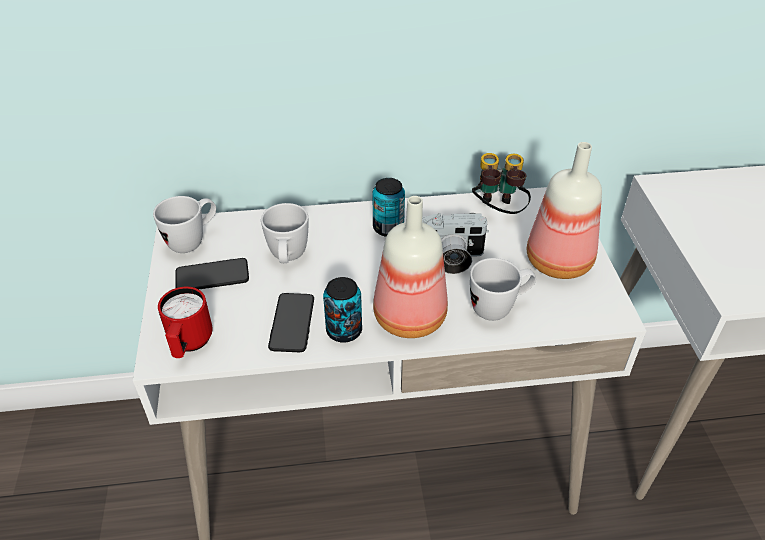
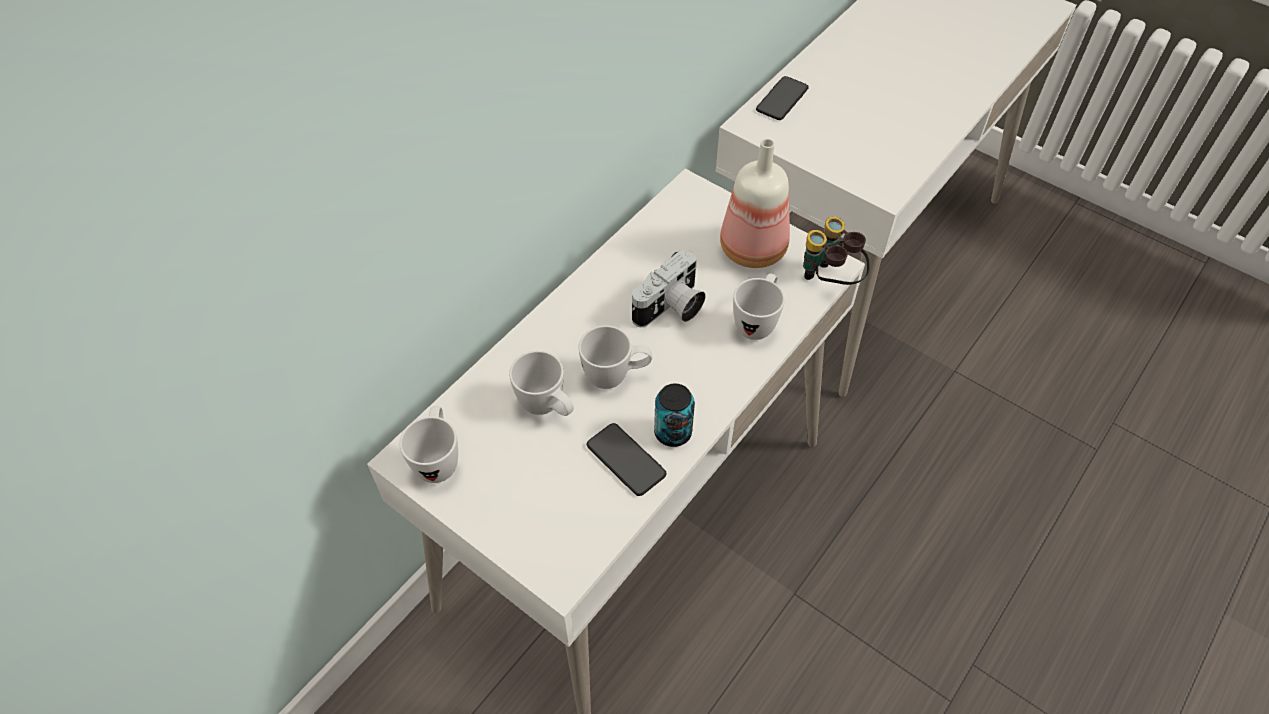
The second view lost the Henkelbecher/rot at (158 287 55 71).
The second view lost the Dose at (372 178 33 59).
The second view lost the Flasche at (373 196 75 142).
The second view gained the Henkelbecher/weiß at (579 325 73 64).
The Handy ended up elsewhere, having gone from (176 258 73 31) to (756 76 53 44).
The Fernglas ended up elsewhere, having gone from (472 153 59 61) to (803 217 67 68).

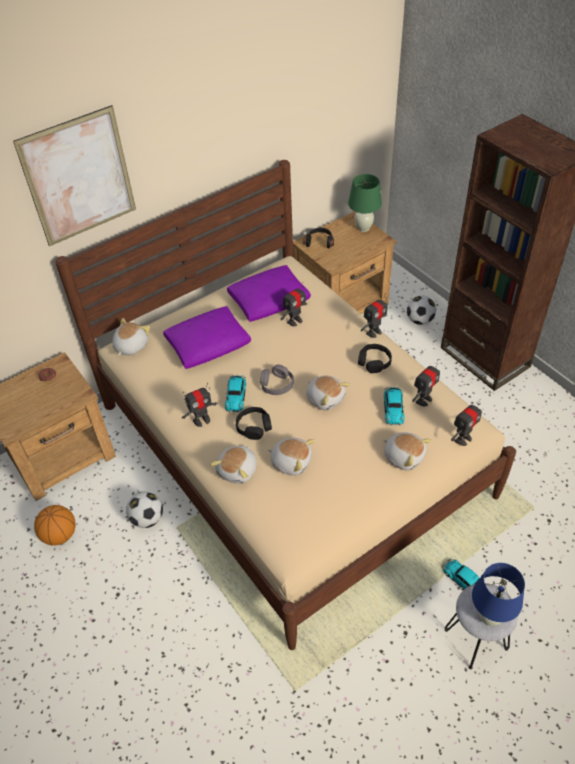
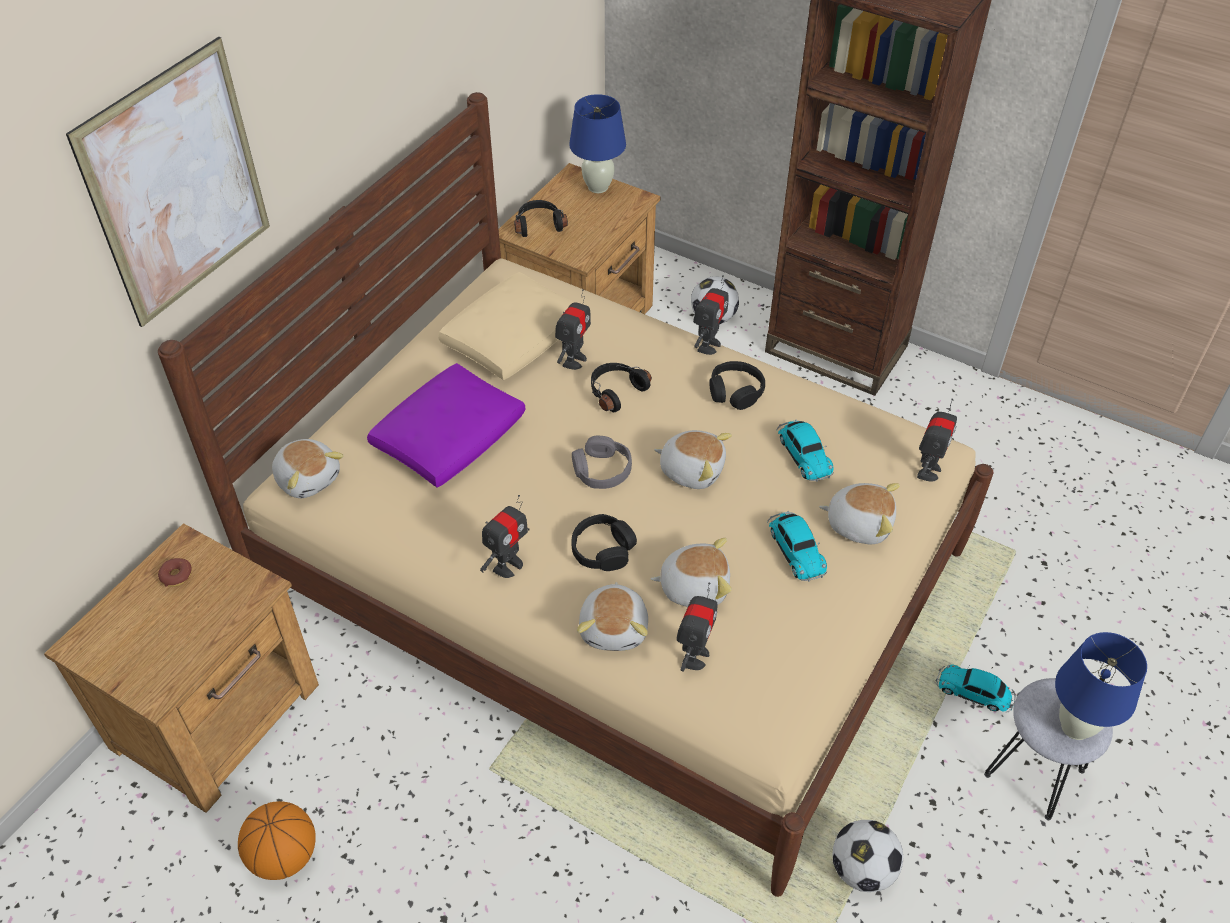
The second view gained the Kopfhörer/schwarz at (591 363 61 49).
The Fußball ended up elsewhere, having gone from (126 492 37 36) to (832 820 71 72).
The Spielzeugauto ended up elsewhere, having gone from (225 375 21 38) to (767 511 60 71).
The Spielzeugroboter ended up elsewhere, having gone from (412 360 28 47) to (676 582 41 90).
What was the Kissen/lila at (227 265 84 57) turned into the Kissen/beige at (438 272 136 108).
What was the Tischlampe/grün at (348 174 34 58) turned into the Tischlampe/blau at (569 94 57 99).
The Plüschtier at (112 318 38 38) ended up facing another way, 135 degrees clockwise from before.

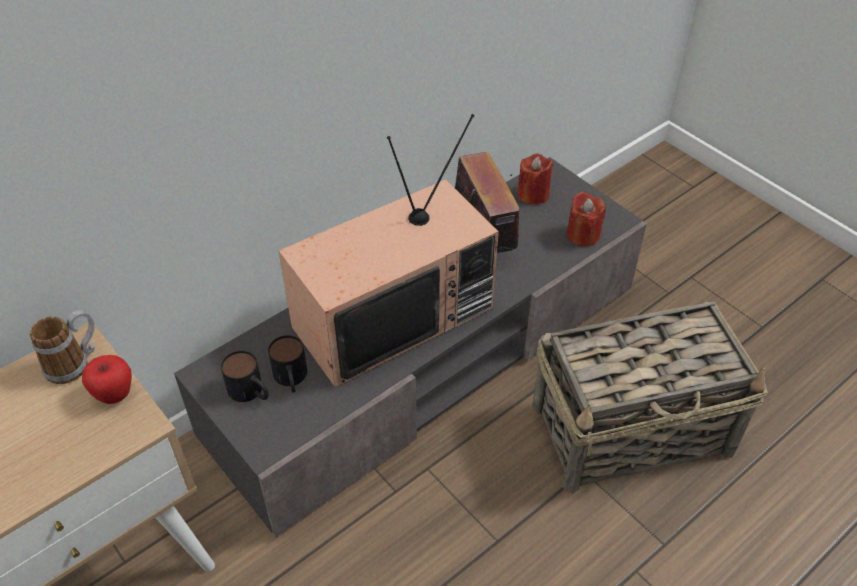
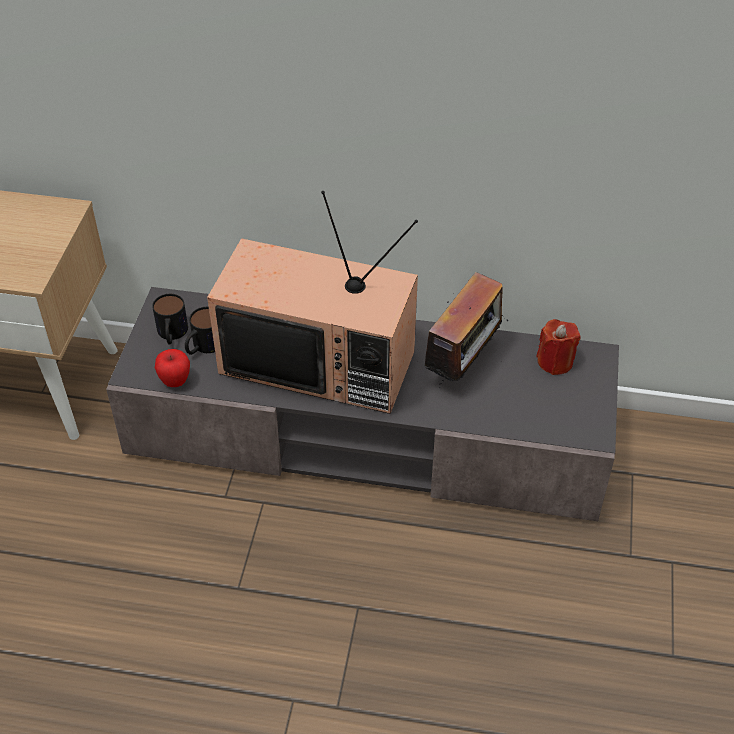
The second view lost the Henkelbecher at (30 310 65 74).
The second view lost the Korb at (532 302 236 192).
The second view lost the Kerze/rot at (567 191 39 56).
The Apfel ended up elsewhere, having gone from (82 355 50 49) to (155 349 35 38).

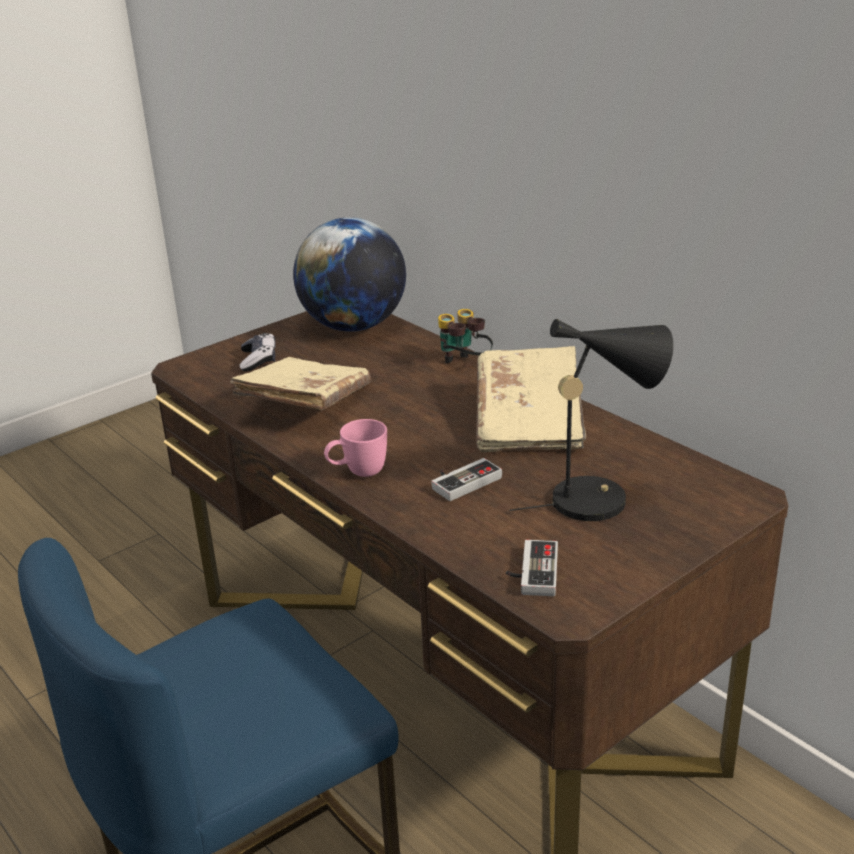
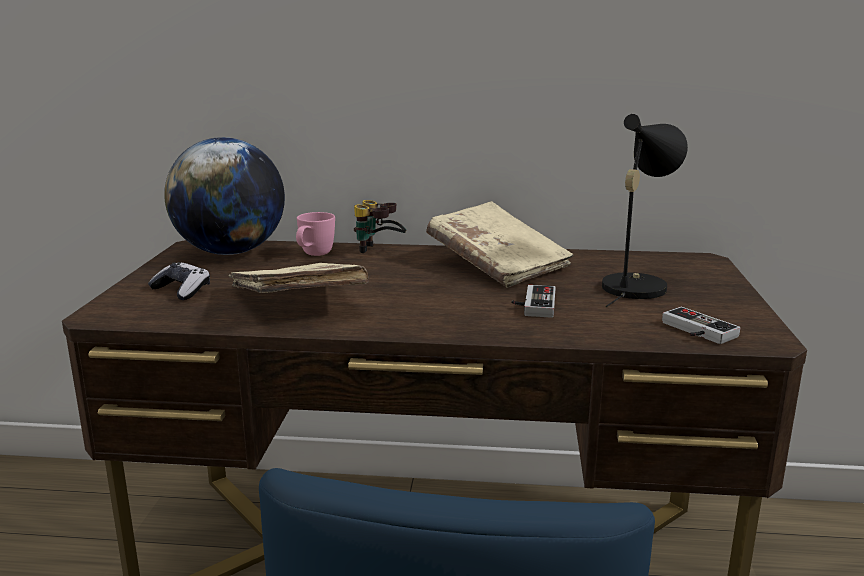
The Henkelbecher/rosa ended up elsewhere, having gone from (324 419 63 58) to (296 212 39 44).

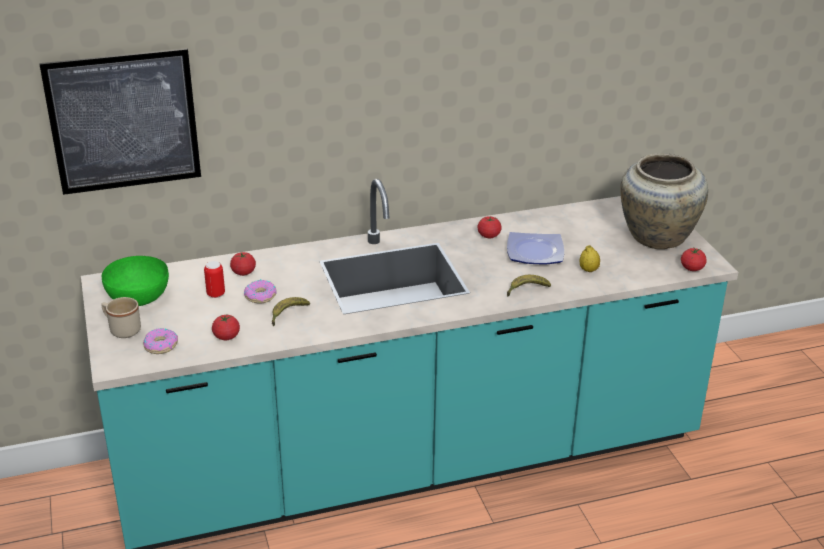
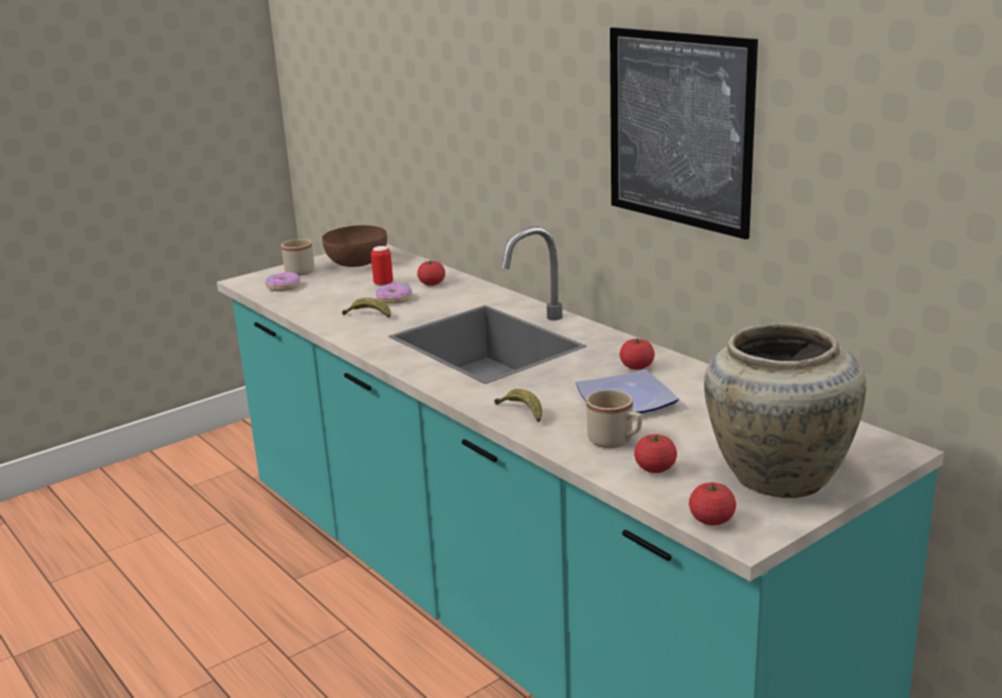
The Bild ended up elsewhere, having gone from (39 48 162 147) to (610 27 148 212).
The Tomate ended up elsewhere, having gone from (212 313 28 27) to (634 434 43 39).
Where the Zitrone stood at (580 245 20 27), the Henkelbecher/beige came to stand at (586 390 56 58).
What was the Schüssel/grün at (101 256 68 50) turned into the Schüssel/braun at (322 225 65 42).

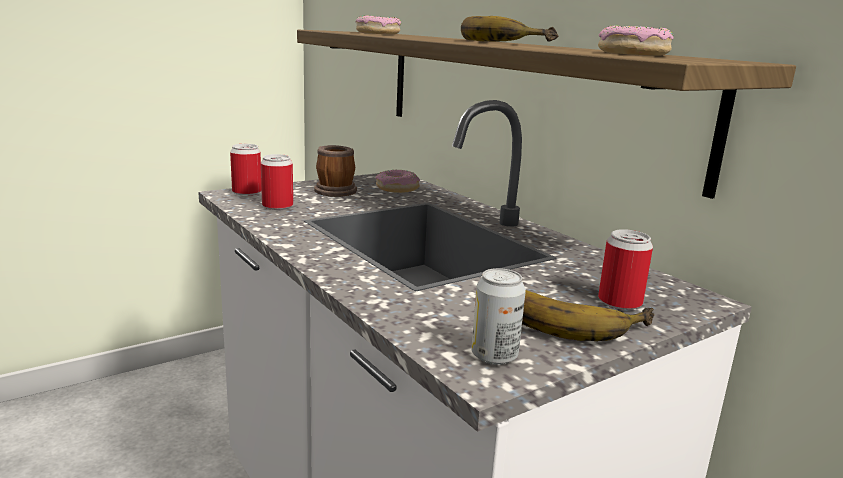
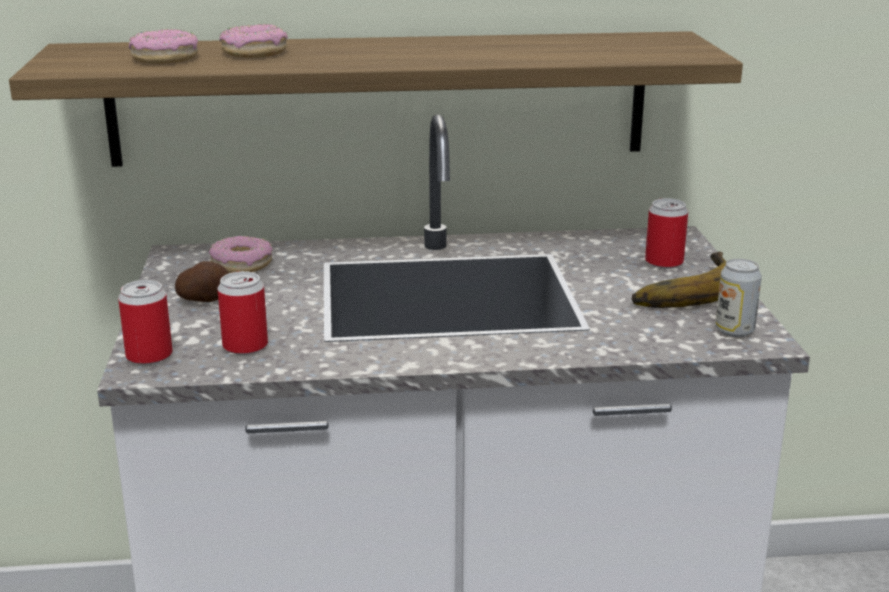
The second view lost the Banane at (461 16 98 26).
The Donut ended up elsewhere, having gone from (598 25 75 31) to (219 24 69 34).
Where the Henkelbecher stood at (314 145 43 52), the Kartoffel came to stand at (175 261 54 41).

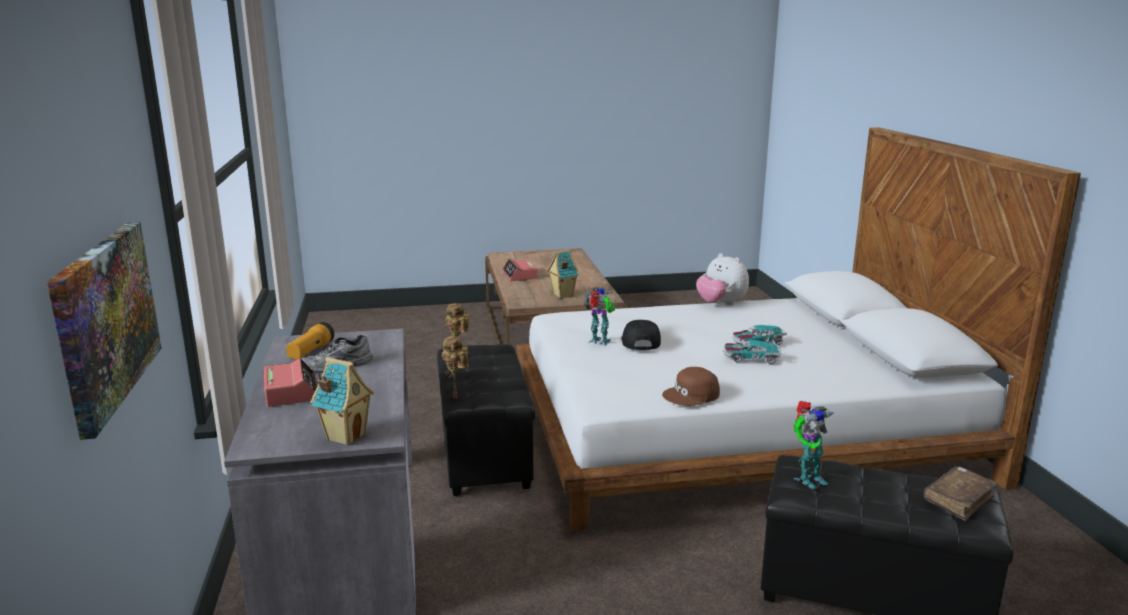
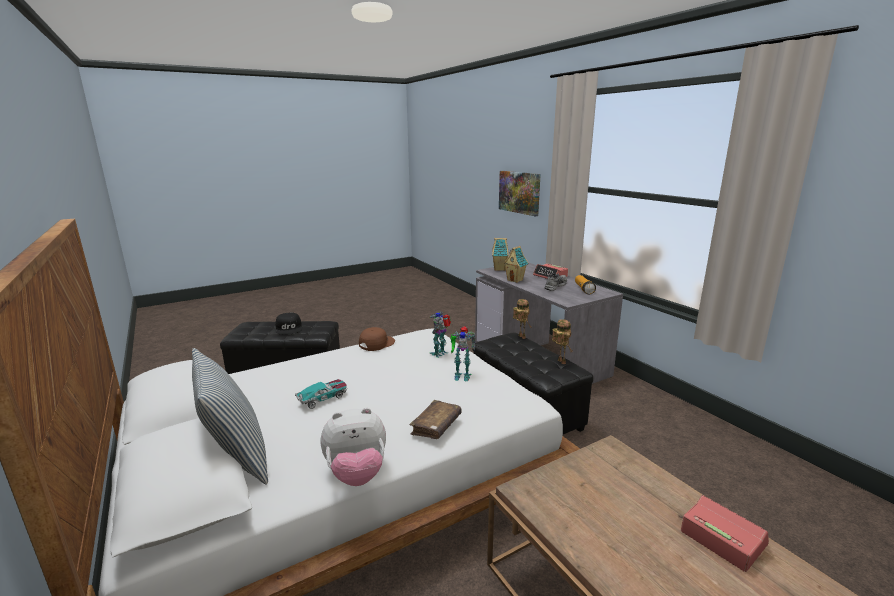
The second view lost the Spielzeugauto at (723 340 58 24).
The second view gained the Kissen at (192 348 76 137).
The Spielzeughaus ended up elsewhere, having gone from (547 249 32 49) to (503 246 25 37).
The Kappe/schwarz ended up elsewhere, having gone from (621 320 40 30) to (275 312 27 23).
The Spielzeugroboter ended up elsewhere, having gone from (793 401 41 88) to (429 312 22 46).
The Buch/braun ended up elsewhere, having gone from (924 466 74 55) to (409 400 53 39).
The Plüschtier at (696 253 53 52) ended up facing another way, 135 degrees clockwise from before.

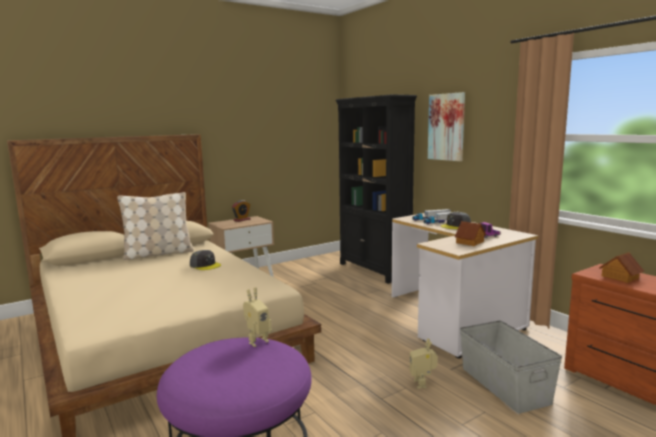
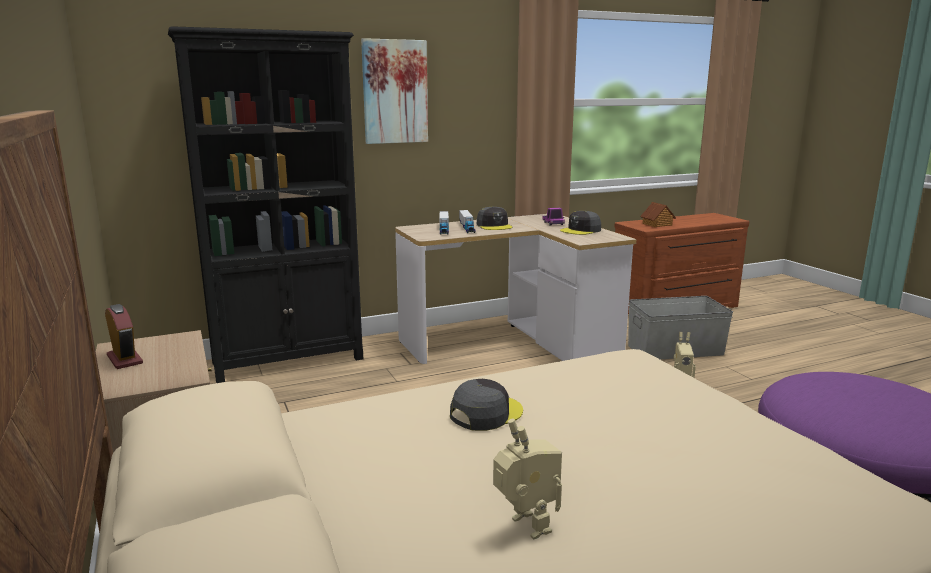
The second view lost the Kissen/beige at (117 192 77 68).
The Spielzeugroboter ended up elsewhere, having gone from (243 288 28 59) to (493 419 69 120).
Where the Spielzeughaus stood at (455 221 31 25), the Kappe/grau came to stand at (560 211 41 24).

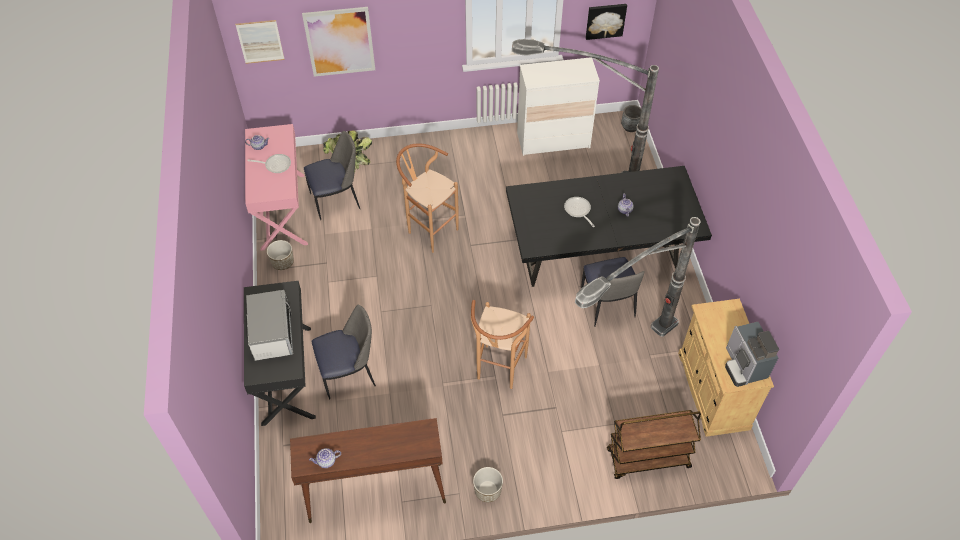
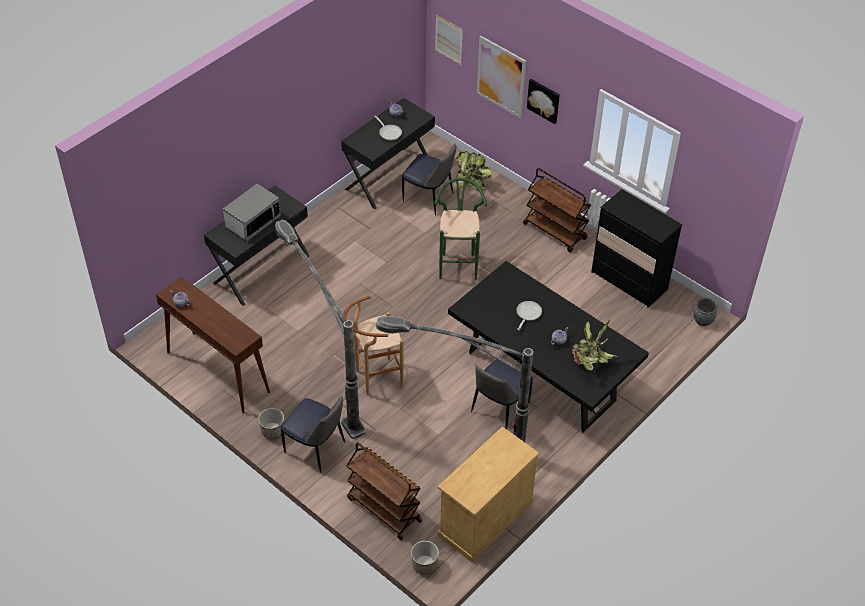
The second view lost the Kaffeemaschine at (725 322 54 65).
The second view gained the Rollwagen/braun at (523 168 68 84).
The second view gained the Topfpflanze at (572 318 45 52).
The Pflanzkübel ended up elsewhere, having gone from (267 240 27 30) to (411 541 28 33).
The Stuhl ended up elsewhere, having gone from (311 304 65 95) to (280 396 65 76).
The Stehlampe ended up elsewhere, having gone from (512 39 147 134) to (275 220 91 219).
The Bild ended up elsewhere, having gone from (586 4 41 36) to (527 79 33 45).
What was the Schreibtisch/rosa at (245 124 63 127) turned into the Schreibtisch/schwarz at (341 98 94 111).
What was the Hocker/braun at (396 143 63 110) turned into the Hocker/grün at (434 178 53 102).
What was the Kommode/weiß at (517 57 83 99) turned into the Kommode/schwarz at (591 189 91 119).

